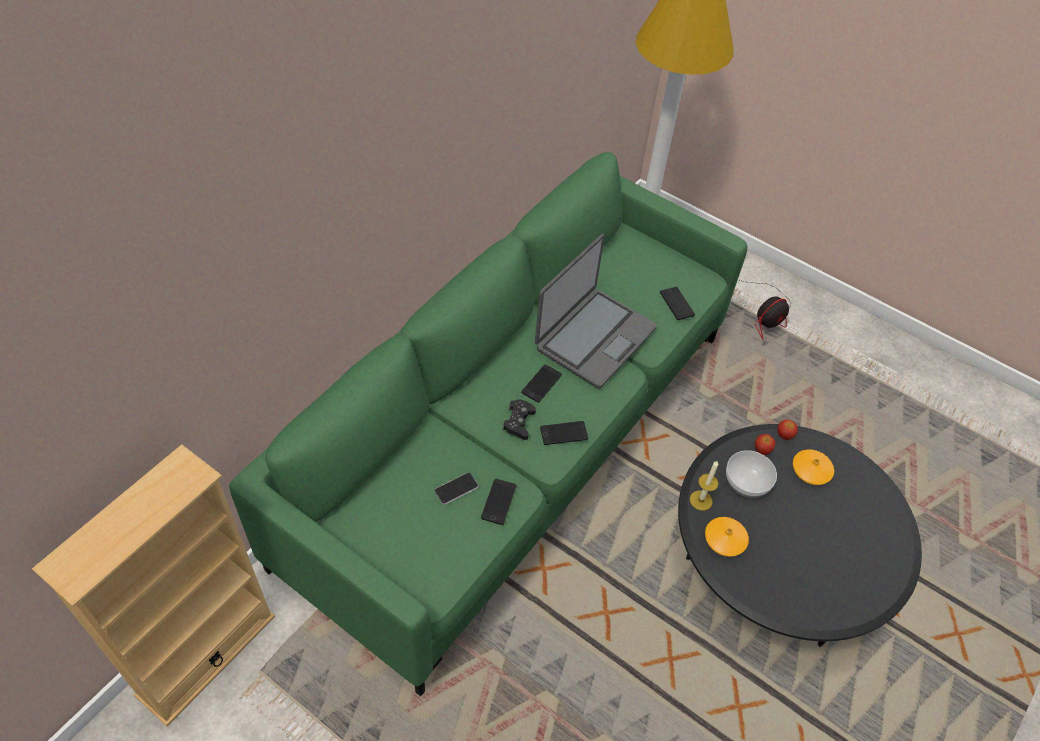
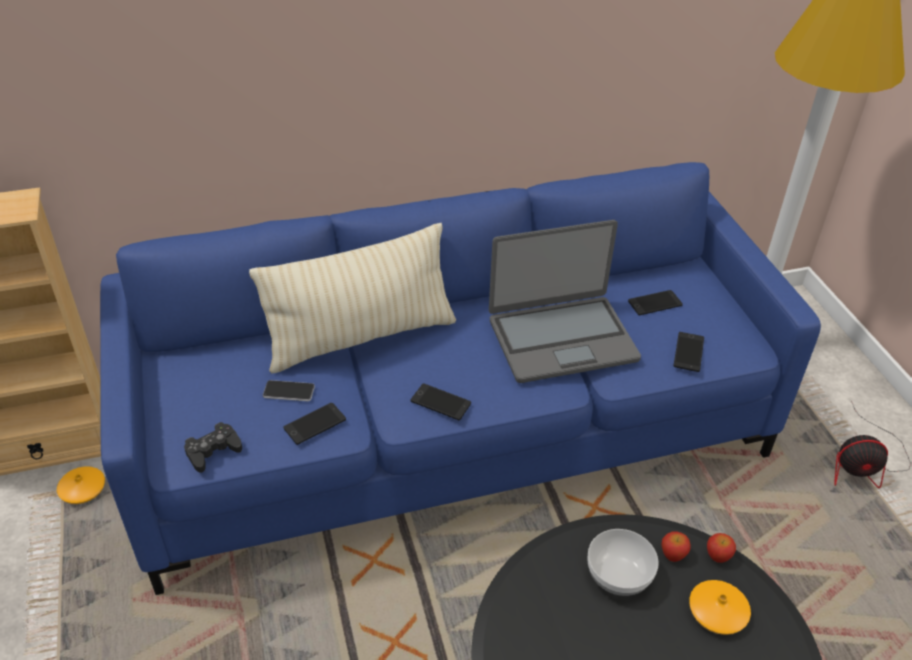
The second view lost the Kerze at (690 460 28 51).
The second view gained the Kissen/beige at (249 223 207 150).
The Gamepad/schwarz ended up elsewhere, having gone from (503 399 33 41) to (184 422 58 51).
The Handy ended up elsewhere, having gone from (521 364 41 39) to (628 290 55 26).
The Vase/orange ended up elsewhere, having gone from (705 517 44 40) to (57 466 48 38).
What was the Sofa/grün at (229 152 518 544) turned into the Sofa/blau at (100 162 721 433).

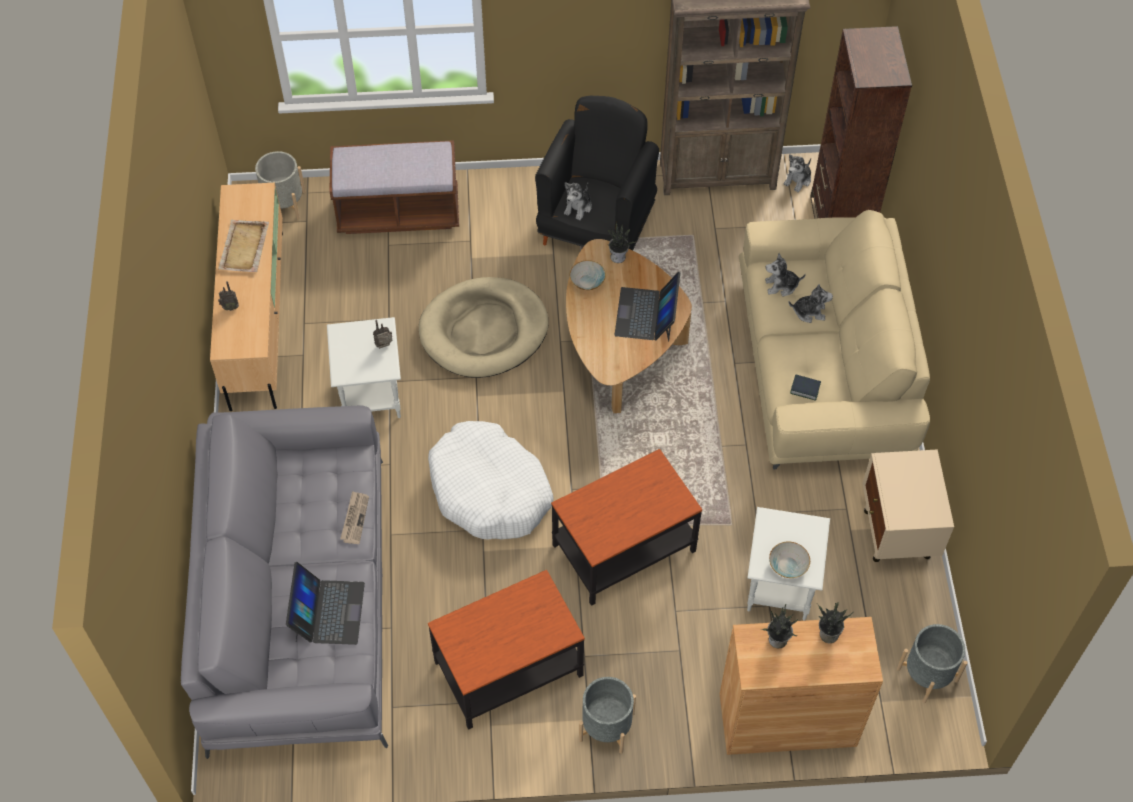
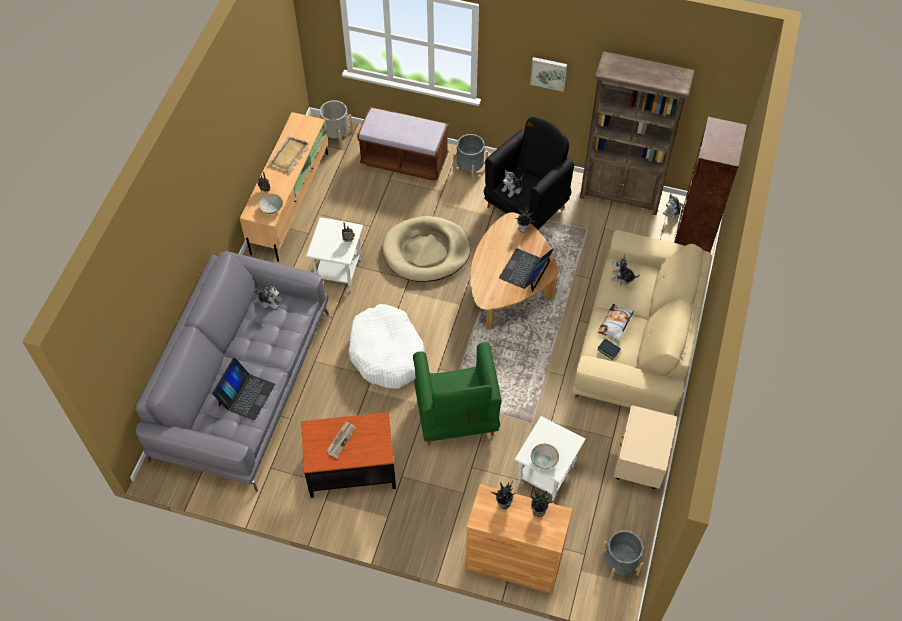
The second view gained the Bild at (530 57 37 35).
The second view gained the Kissen at (598 304 36 37).
The Zeitung ended up elsewhere, having gone from (340 491 29 53) to (327 421 29 38).
The Schüssel ended up elsewhere, having gone from (570 260 36 30) to (258 194 25 20).
The Pflanzkübel/grau ended up elsewhere, having gone from (579 677 57 77) to (453 134 35 49).
The Plüschtier ended up elsewhere, having gone from (788 284 45 39) to (254 284 29 25).
Where the Beistelltisch stood at (551 449 151 157), the Sessel/grün came to stand at (413 342 89 103).

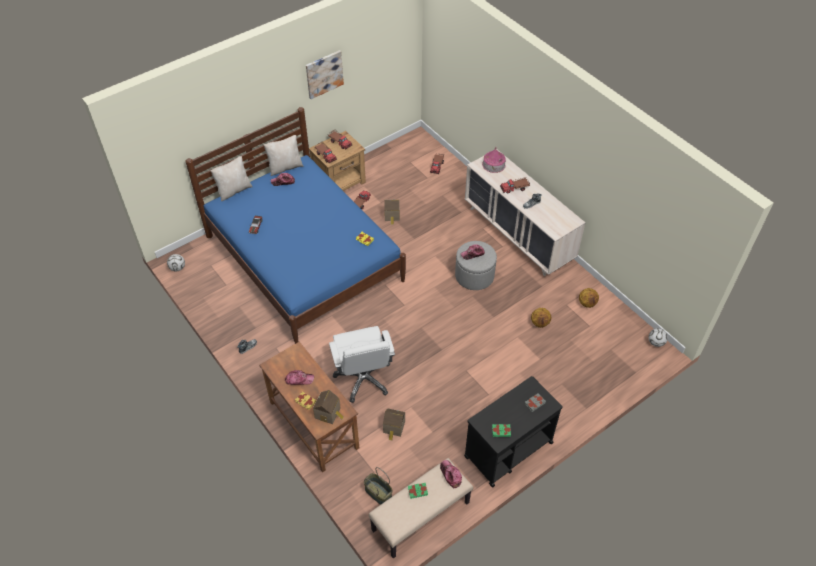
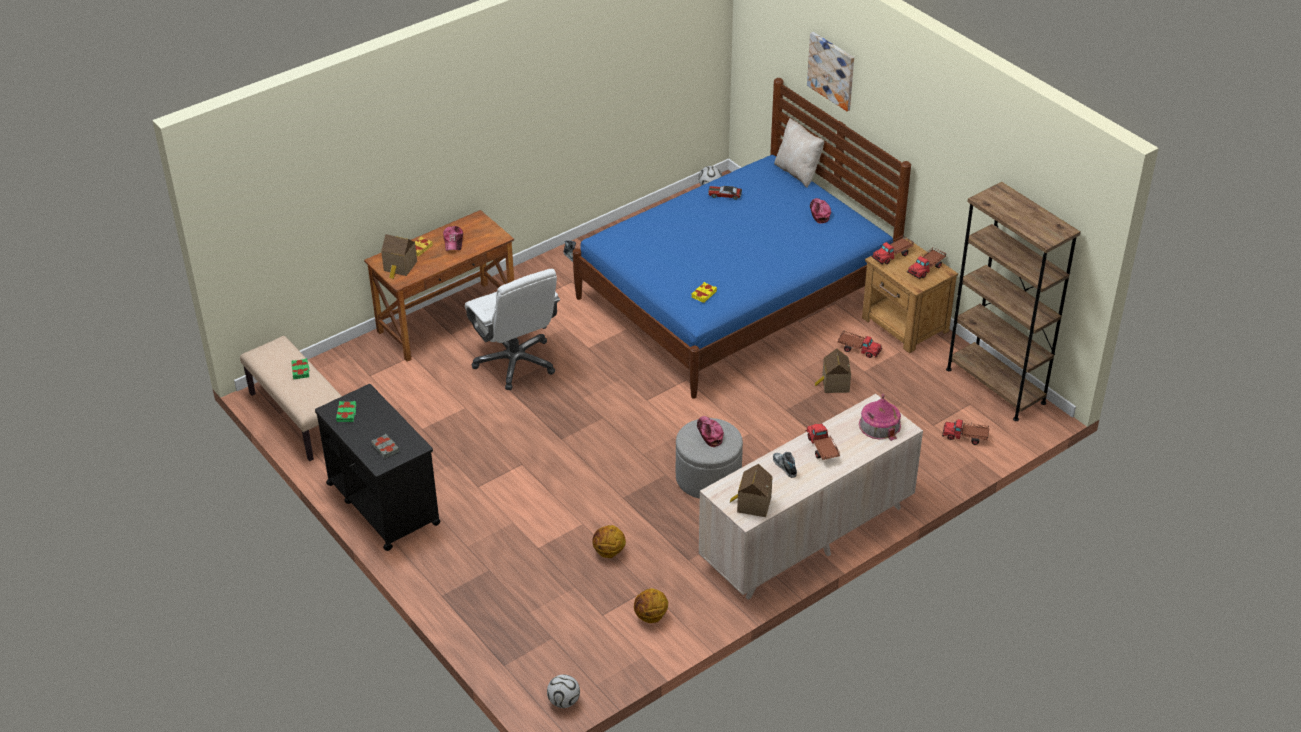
The second view lost the Kissen/beige at (263 135 41 41).
The second view lost the Korb at (364 467 29 38).
The second view lost the Kappe at (440 460 22 28).
The second view gained the Bücherregal/braun at (946 182 135 239).
The Bild ended up elsewhere, having gone from (306 50 38 49) to (807 32 47 79).
The Spielzeughaus ended up elsewhere, having gone from (383 408 22 32) to (730 464 43 53).
The Bürostuhl/weiß at (329 326 66 77) ended up facing another way, 105 degrees counterclockwise from before.

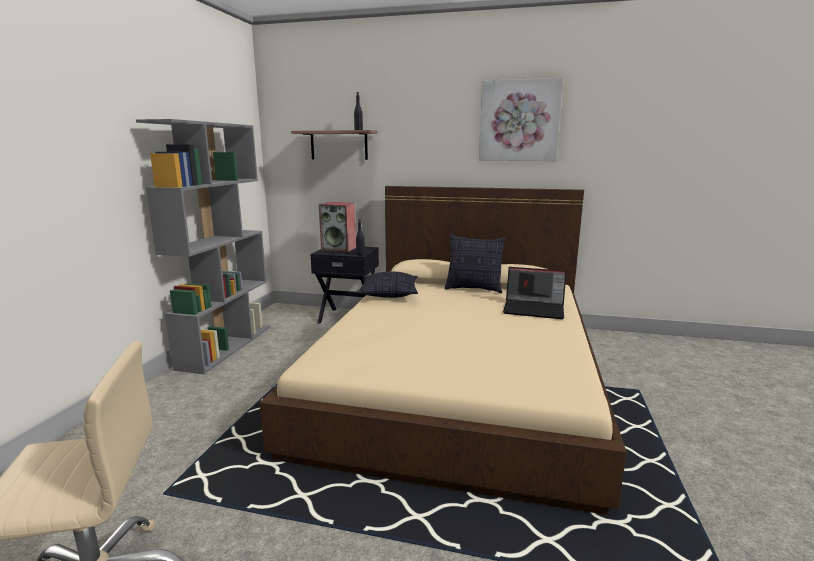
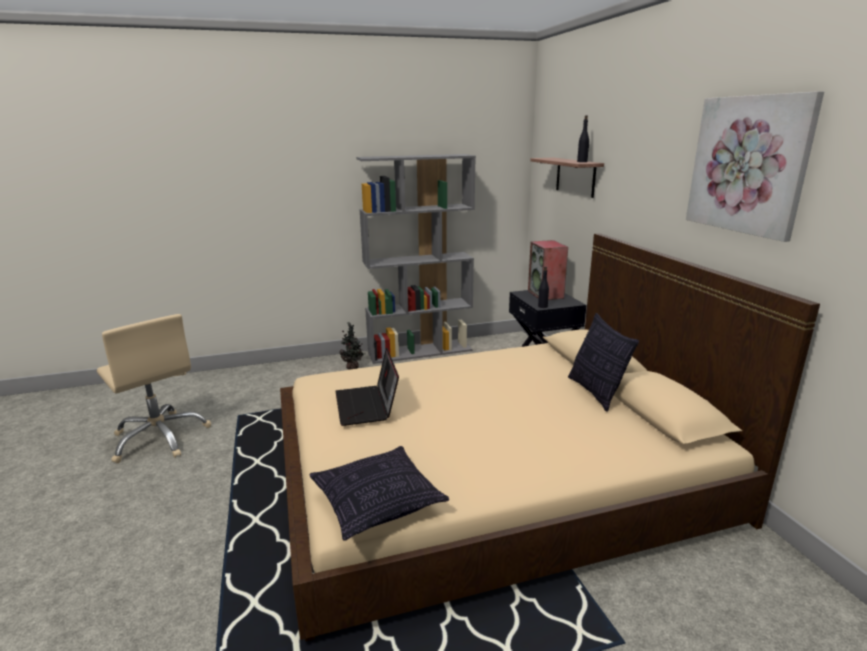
The second view gained the Topfpflanze at (339 322 26 48).
The Kissen ended up elsewhere, having gone from (357 271 61 27) to (309 446 140 95).
The Laptop ended up elsewhere, having gone from (503 267 63 52) to (335 348 64 78).

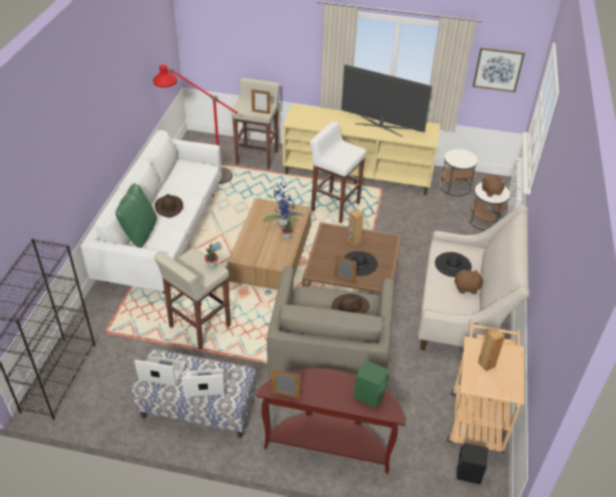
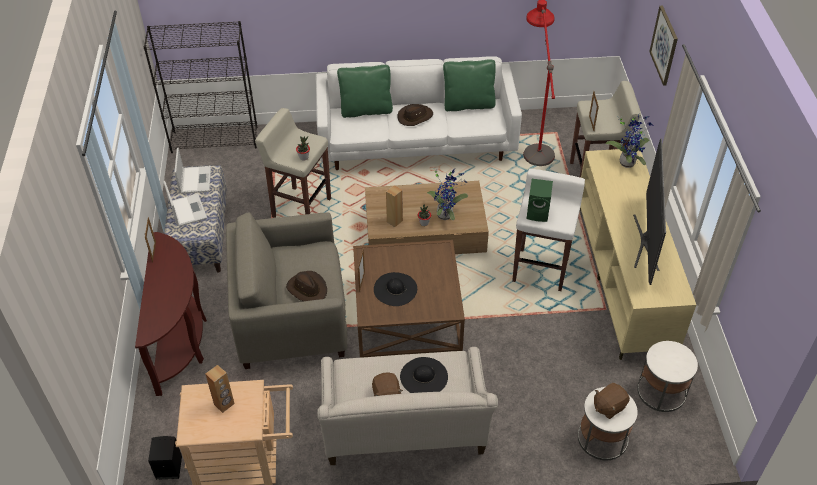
The second view gained the Kissen/grün at (443 59 53 53).
The second view gained the Topfpflanze at (605 113 48 55).
The Lautsprecher/braun ended up elsewhere, having gone from (347 209 17 37) to (386 185 17 42).
The Lautsprecher/grün ended up elsewhere, having gone from (354 360 35 48) to (526 179 27 43).
The Bild ended up elsewhere, having gone from (473 47 52 45) to (649 6 29 80).

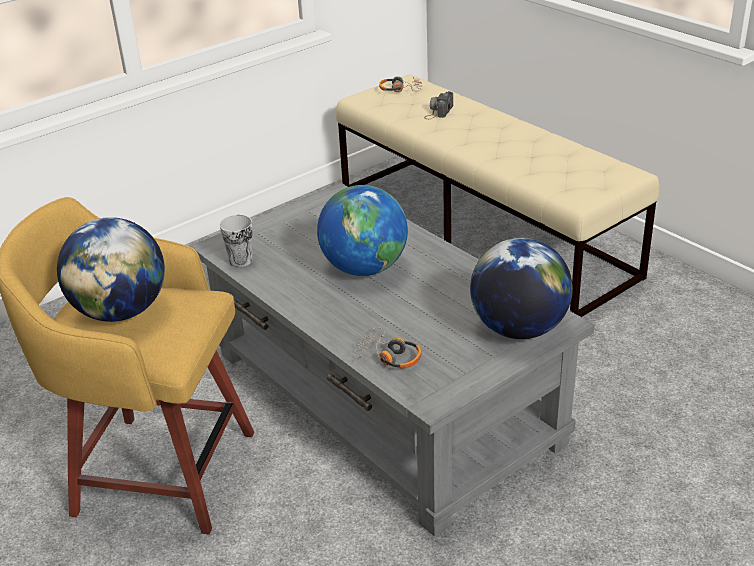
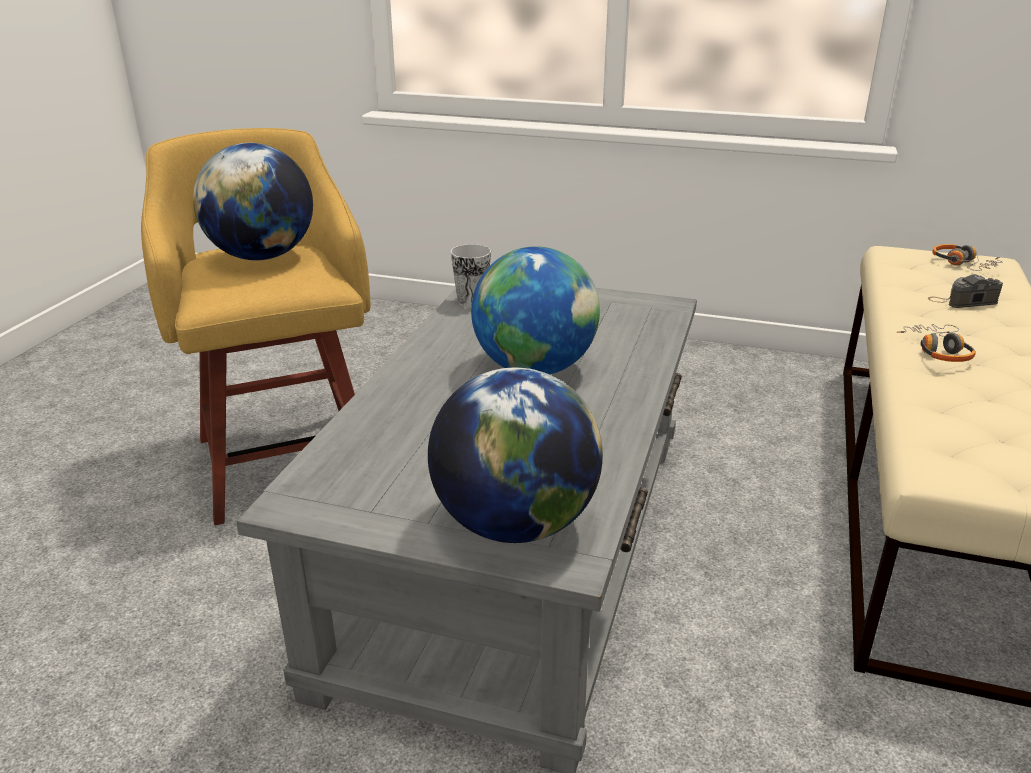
The Kopfhörer ended up elsewhere, having gone from (354 327 68 42) to (898 324 78 38).

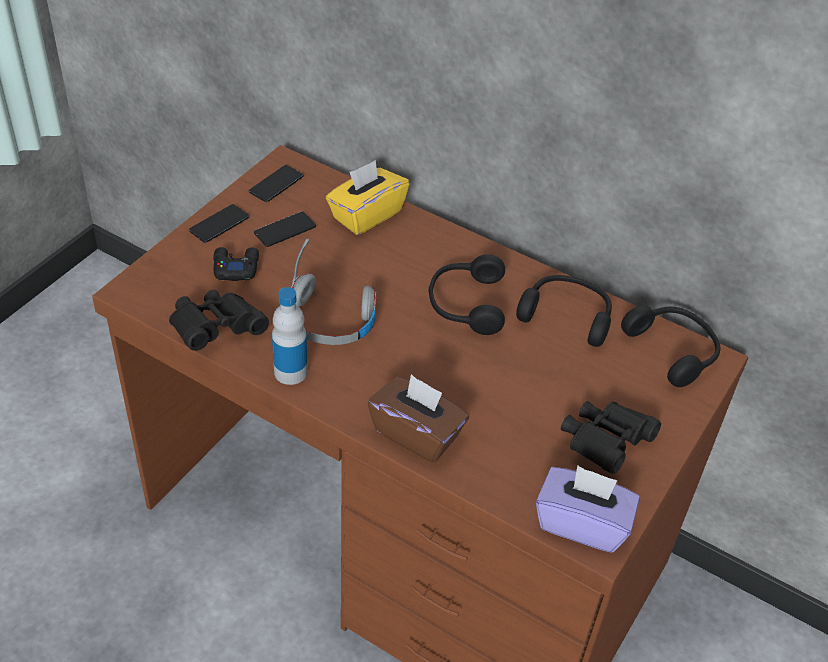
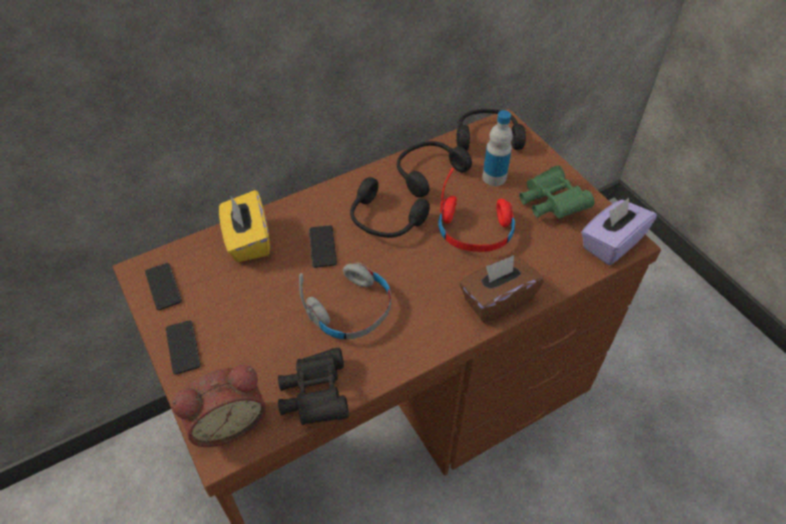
The second view lost the Gamepad/schwarz at (213 247 46 34).
The second view gained the Wecker at (171 365 95 82).
The second view gained the Kopfhörer/rot at (438 168 77 84).
The Handy ended up elsewhere, having gone from (254 211 62 36) to (309 225 28 43).
The Flasche ended up elsewhere, having gone from (272 287 36 98) to (482 110 31 76).
What was the Fernglas/schwarz at (561 401 100 73) turned into the Fernglas/grün at (519 165 75 54).

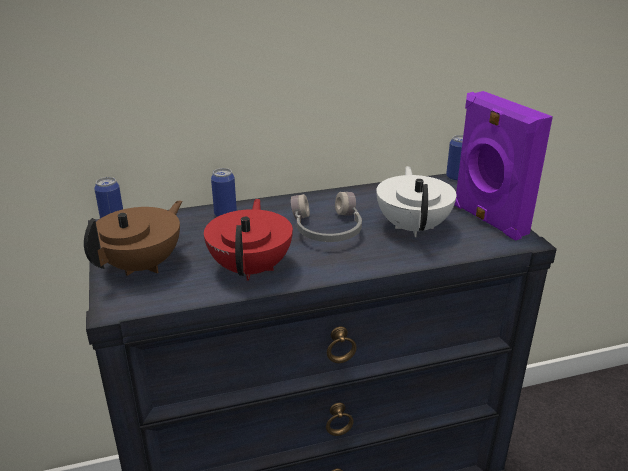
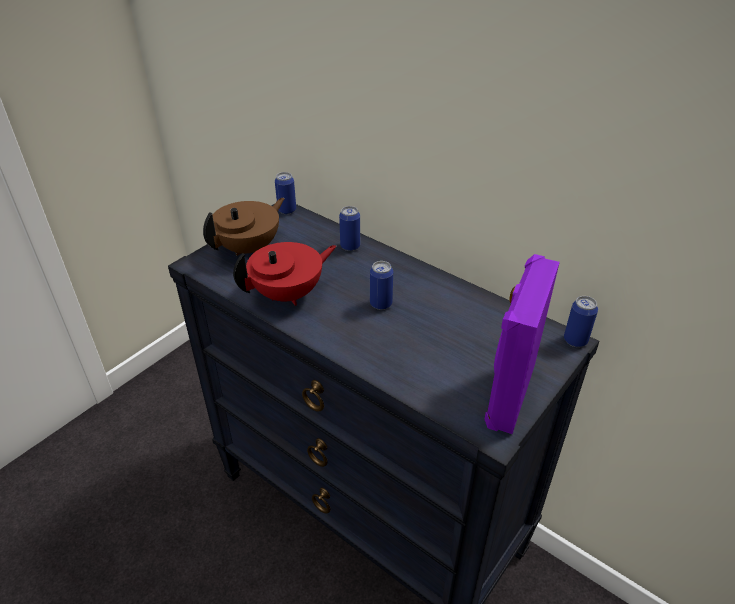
The second view lost the Teekanne/weiß at (376 166 81 71).
Where the Kopfhörer/grau stood at (291 192 71 50), the Dose came to stand at (370 261 23 49).
The Teekanne/braun at (84 200 98 76) ended up facing another way, 45 degrees counterclockwise from before.

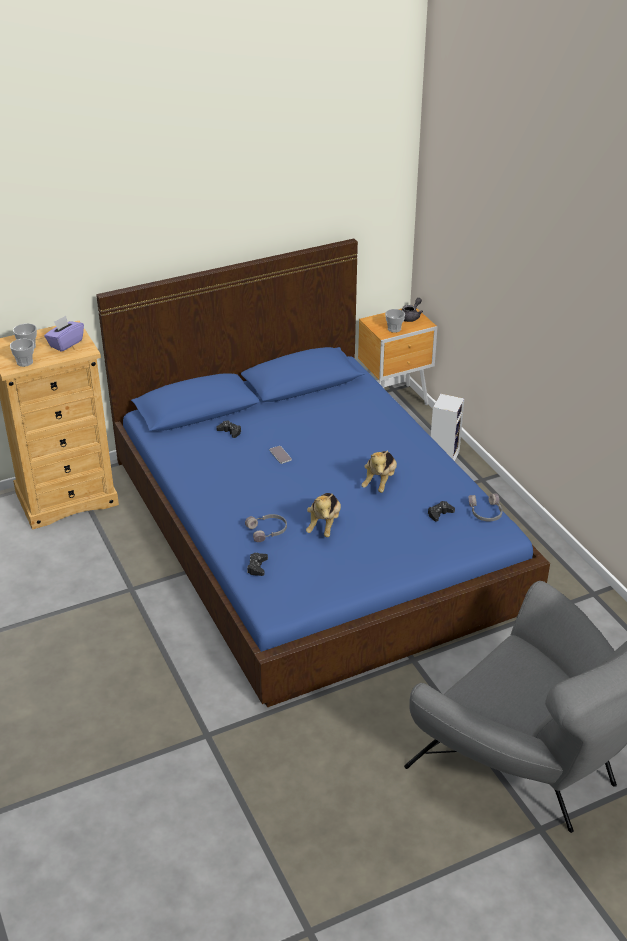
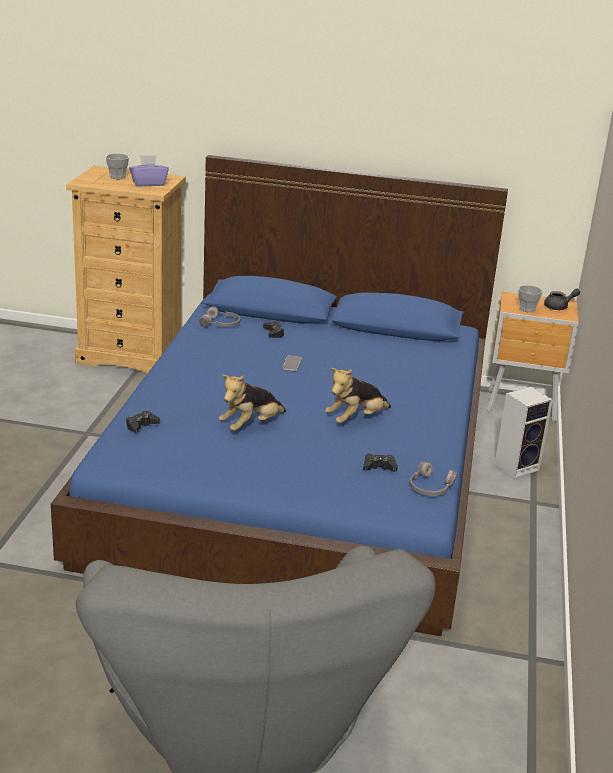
The second view lost the Tasse at (10 339 24 28).
The Kopfhörer/grau ended up elsewhere, having gone from (245 514 42 28) to (199 306 41 21).

